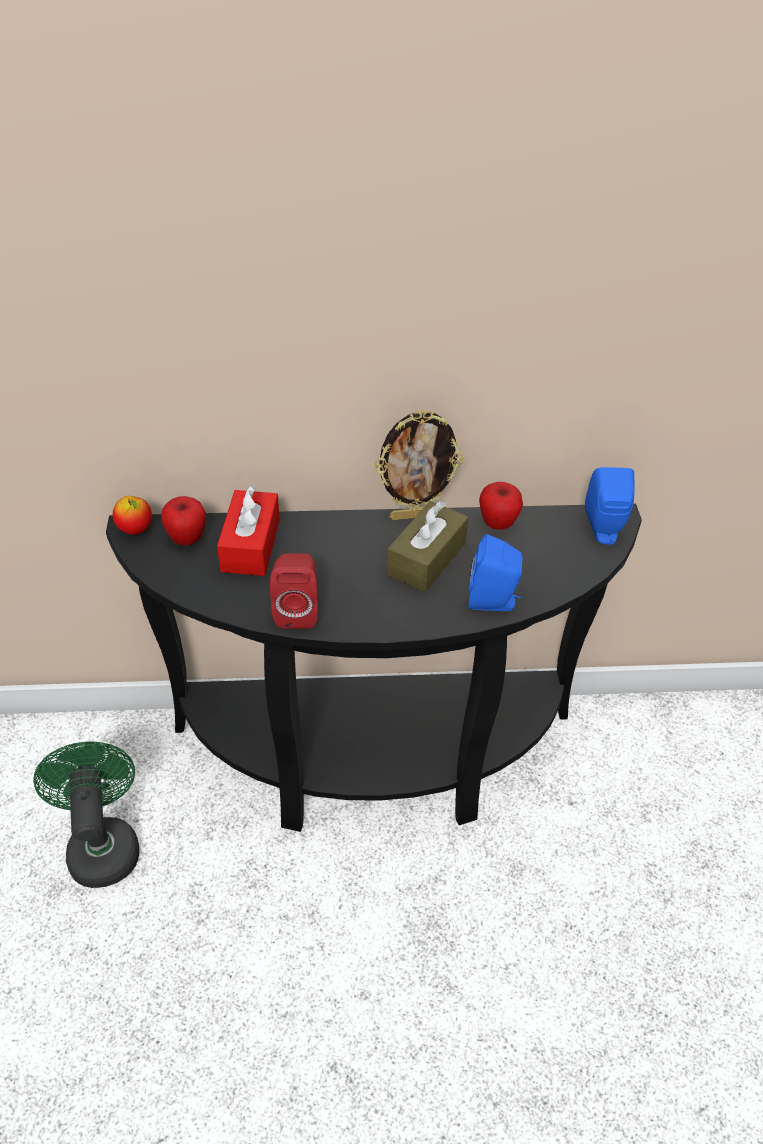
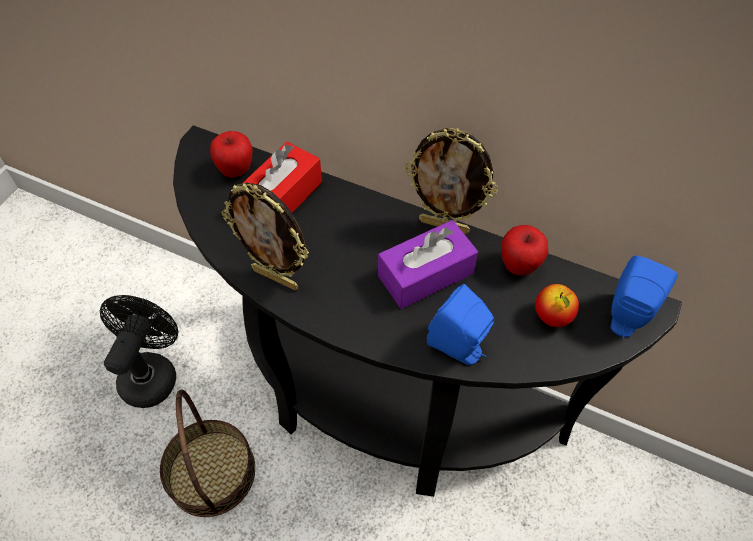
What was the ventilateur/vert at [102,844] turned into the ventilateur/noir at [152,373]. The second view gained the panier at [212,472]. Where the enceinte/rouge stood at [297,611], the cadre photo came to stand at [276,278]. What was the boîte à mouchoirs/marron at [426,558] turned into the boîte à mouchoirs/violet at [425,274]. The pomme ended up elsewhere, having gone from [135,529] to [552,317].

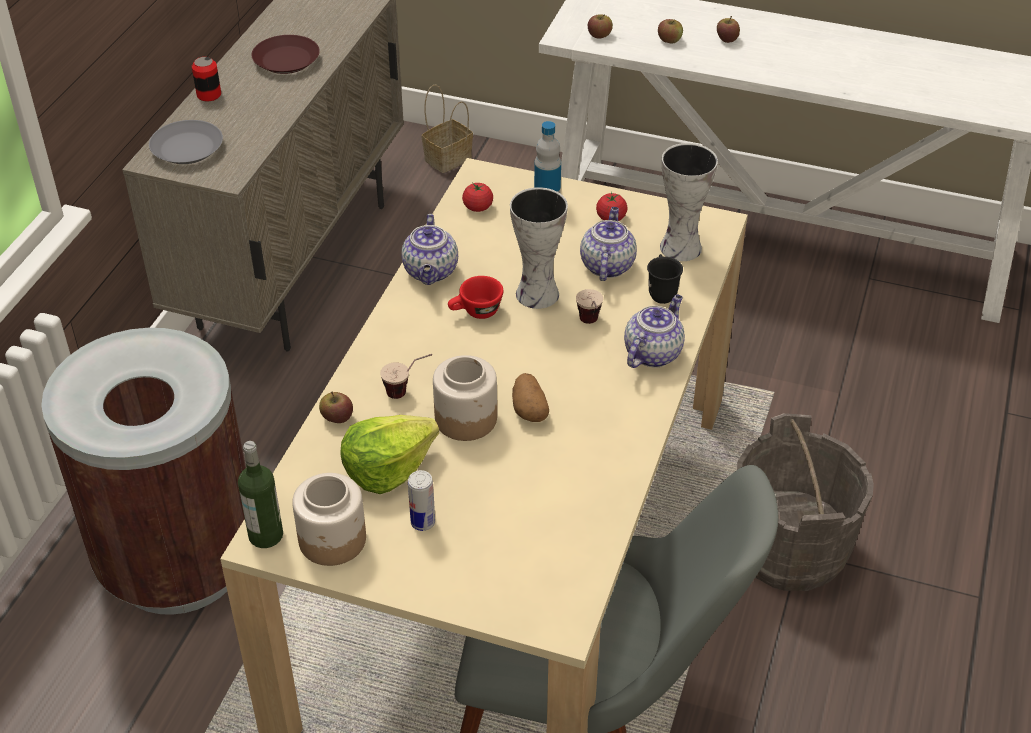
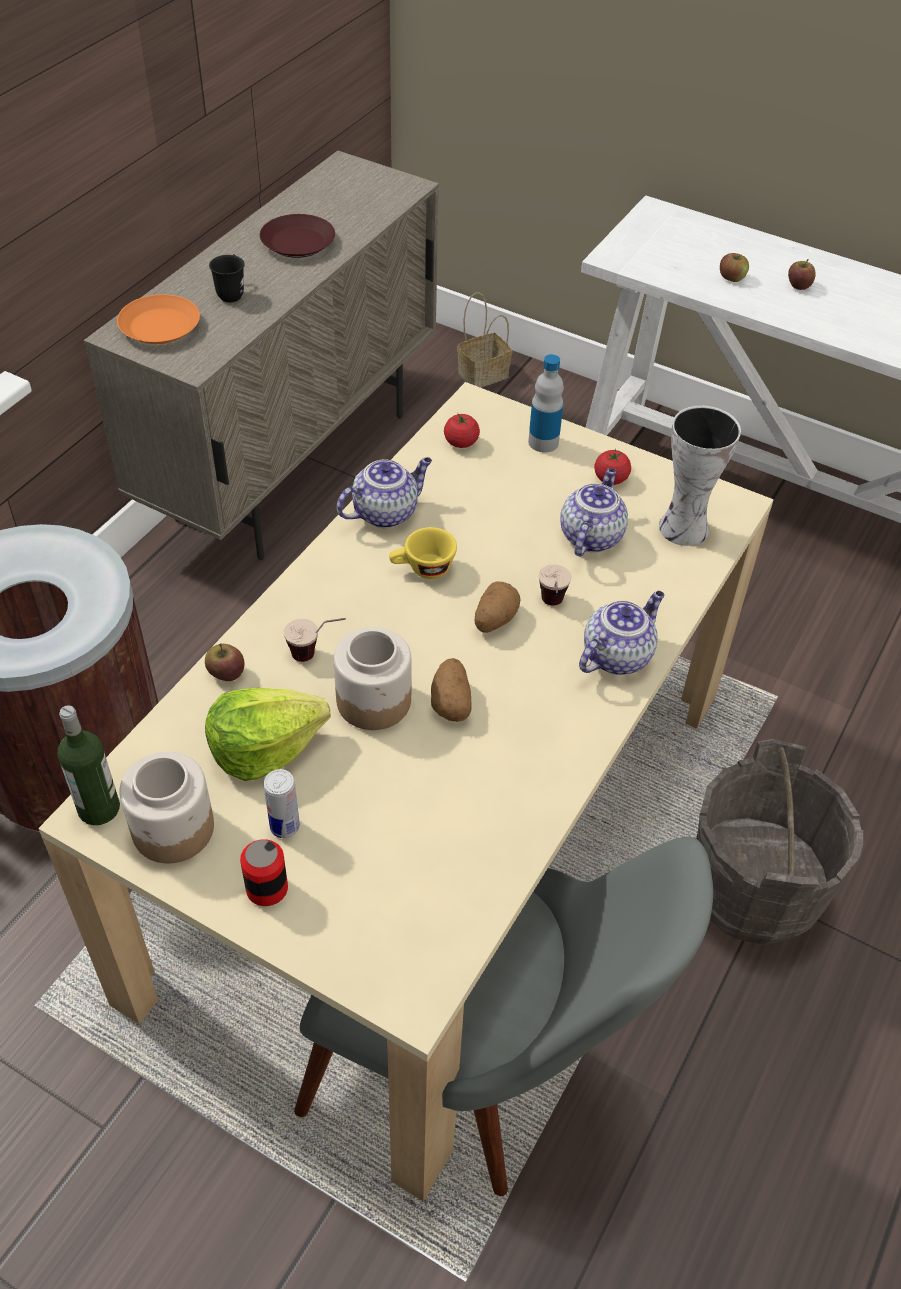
What was the assiette/gris at [186,149] turned into the assiette/orange at [159,327]. The mug/noir ended up elsewhere, having gone from [661,292] to [232,292]. The boîte métallique ended up elsewhere, having gone from [209,95] to [267,888]. The théière at [431,272] ended up facing another way, 135 degrees counterclockwise from before. What was the tasse/rouge at [475,312] turned into the tasse/jaune at [422,569]. The second view gained the pomme de terre at [494,619]. The second view lost the vase at [535,294]. The second view lost the pomme at [599,35].

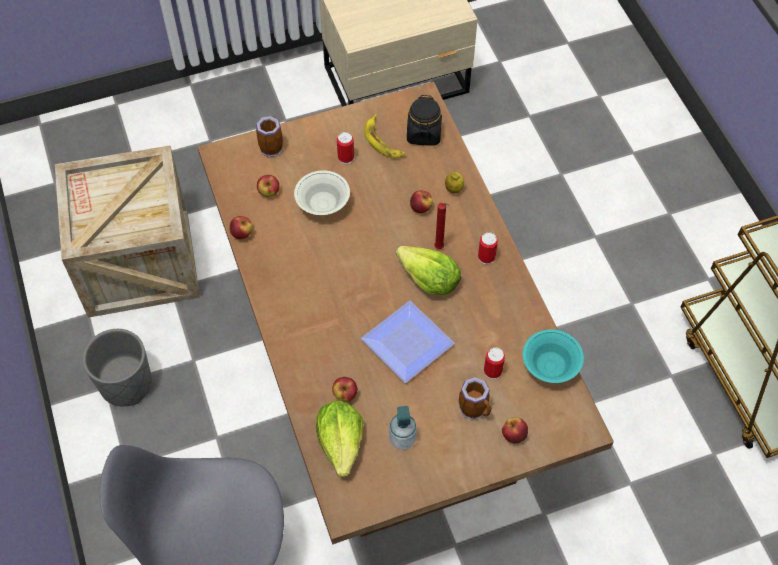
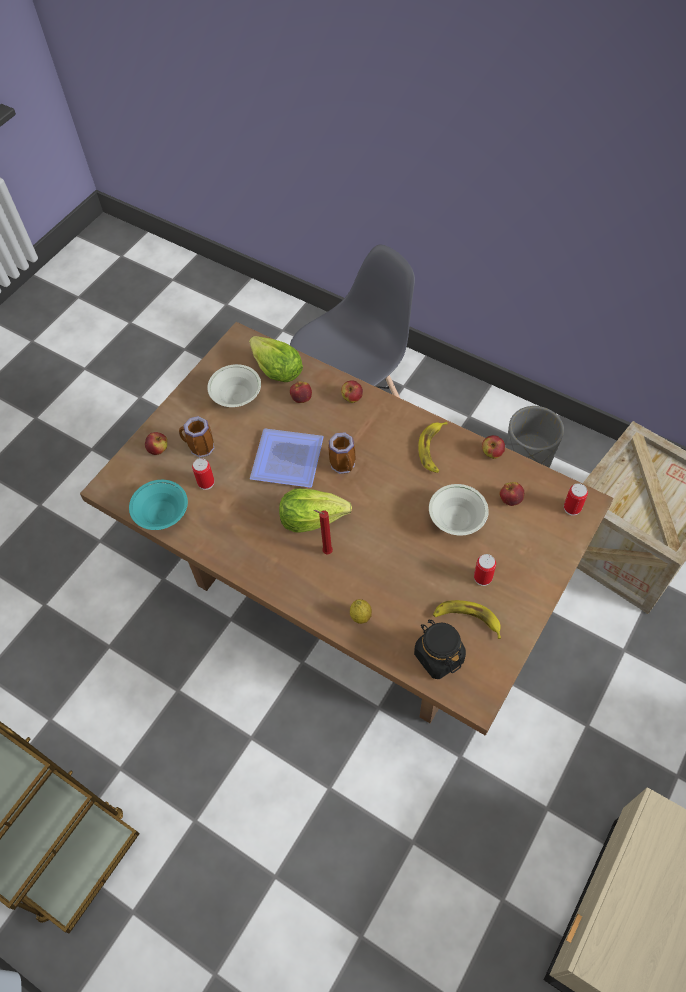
Where the distributeur de savon stood at [402,439], the bol/blanc came to stand at [237,398]. The mug ended up elsewhere, having gone from [271,146] to [344,466]. The pomme ended up elsewhere, having gone from [421,208] to [352,398]. The second view gained the banane at [433,449]. The boîte métallique ended up elsewhere, having gone from [486,257] to [572,508].

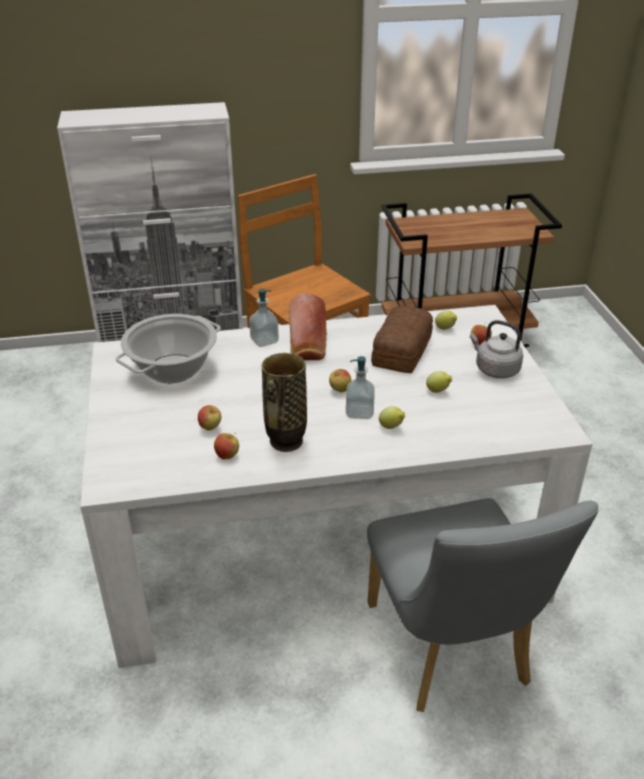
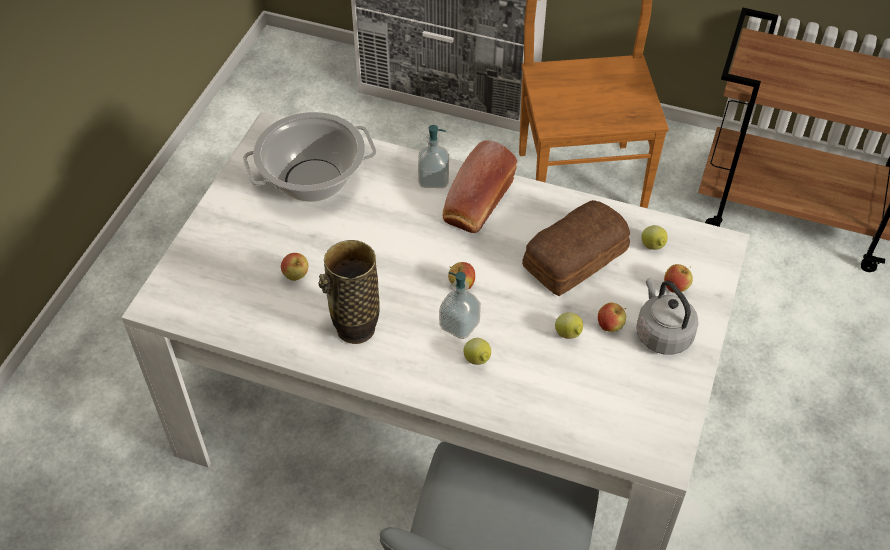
The pomme ended up elsewhere, having gone from [227,456] to [610,326].

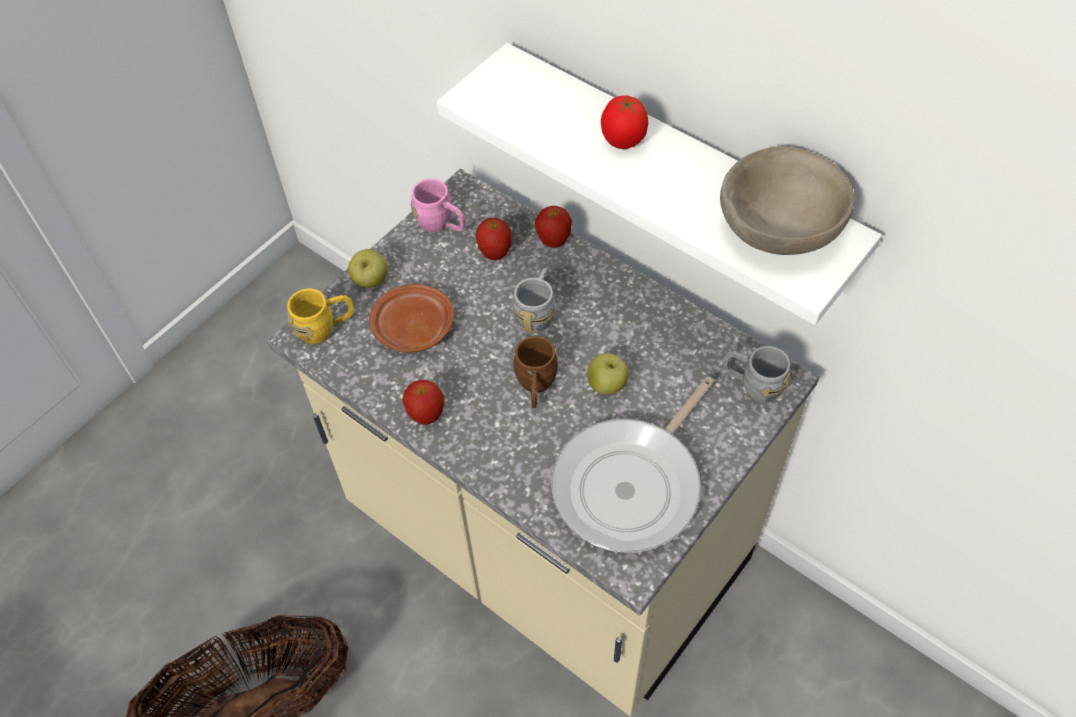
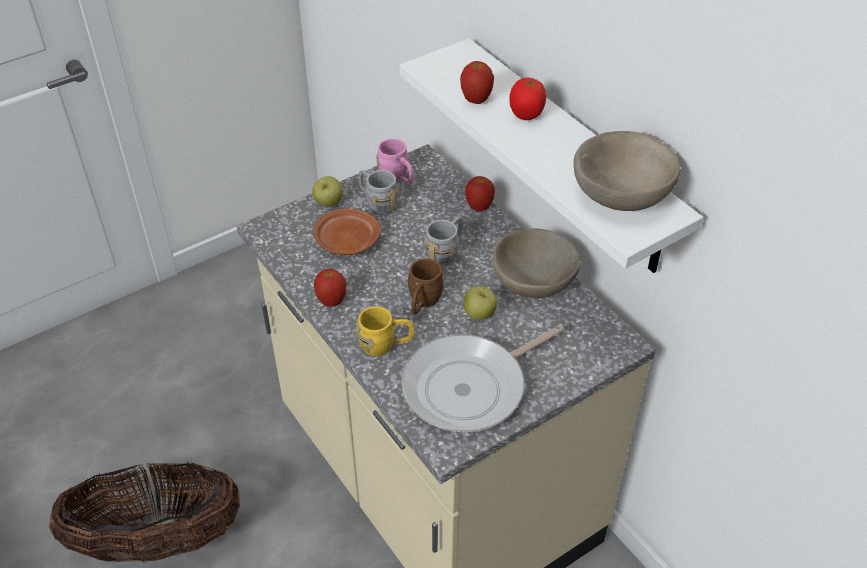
The mug/jaune ended up elsewhere, having gone from [325,328] to [385,345]. The mug/gris ended up elsewhere, having gone from [752,385] to [377,203]. The pomme ended up elsewhere, having gone from [495,254] to [476,100]. The second view gained the bol/beige at [533,284].

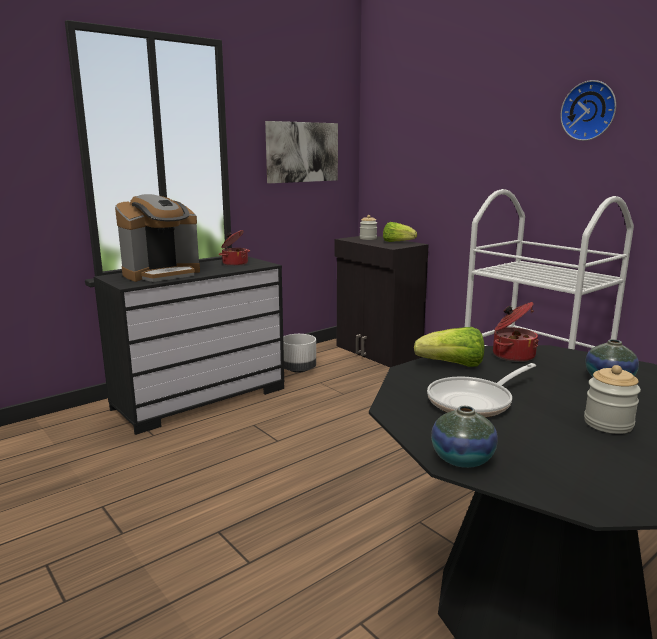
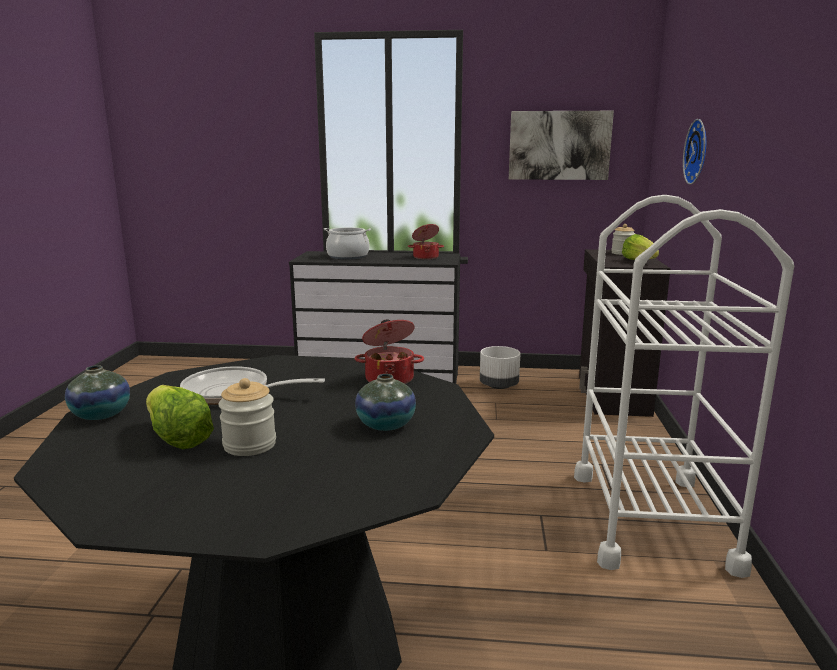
The laitue ended up elsewhere, having gone from [452,365] to [177,438]. Where the machine à café stood at [162,274], the marmite came to stand at [348,256]. The horloge murale ended up elsewhere, having gone from [589,111] to [699,152].

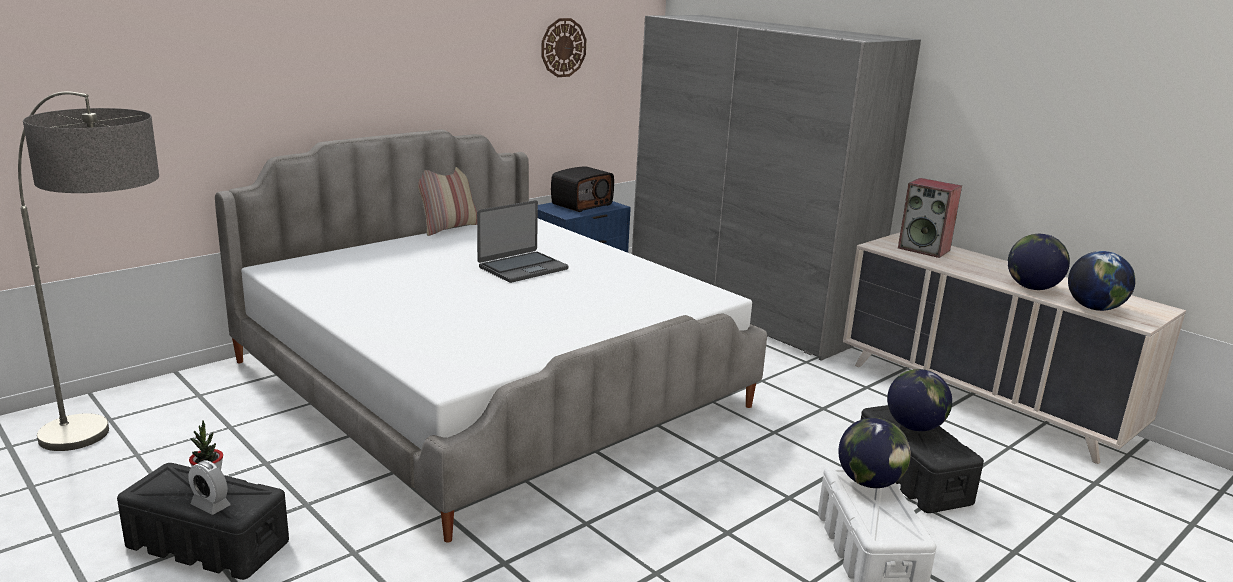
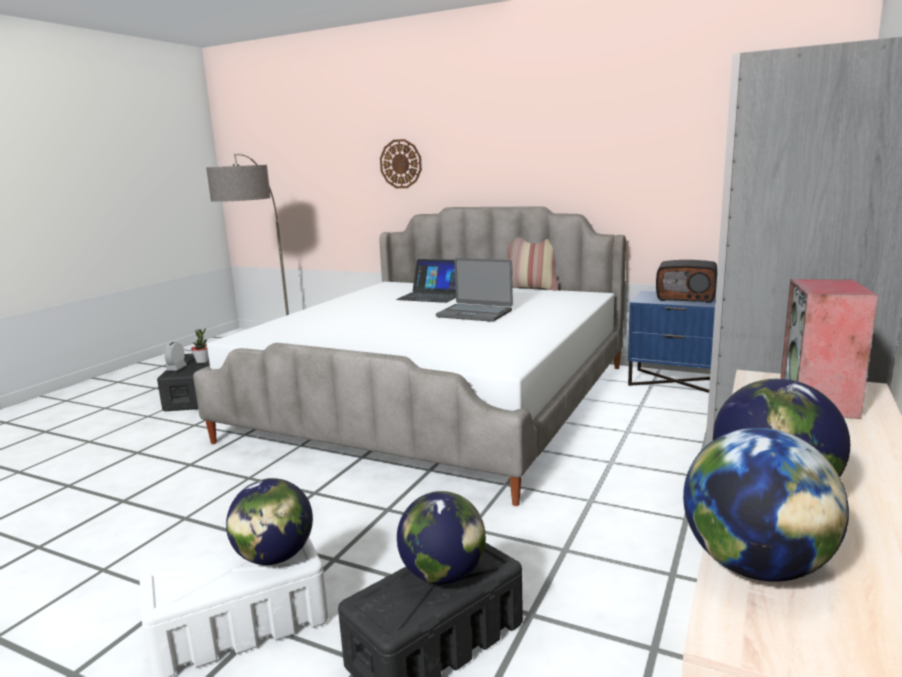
The horloge murale ended up elsewhere, having gone from [563,47] to [401,164]. The second view gained the ordinateur portable at [432,296].

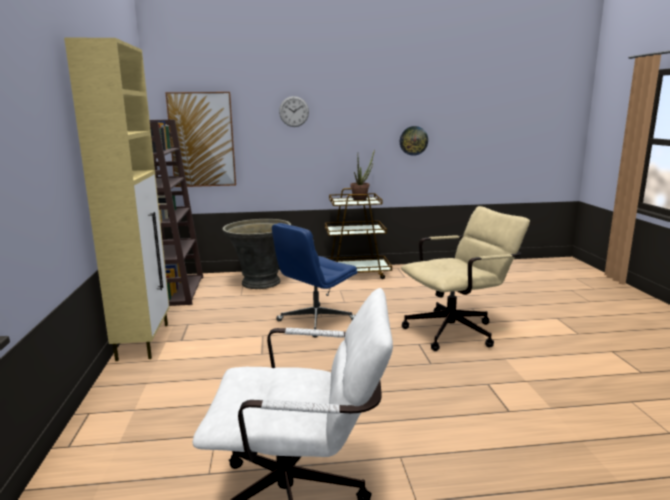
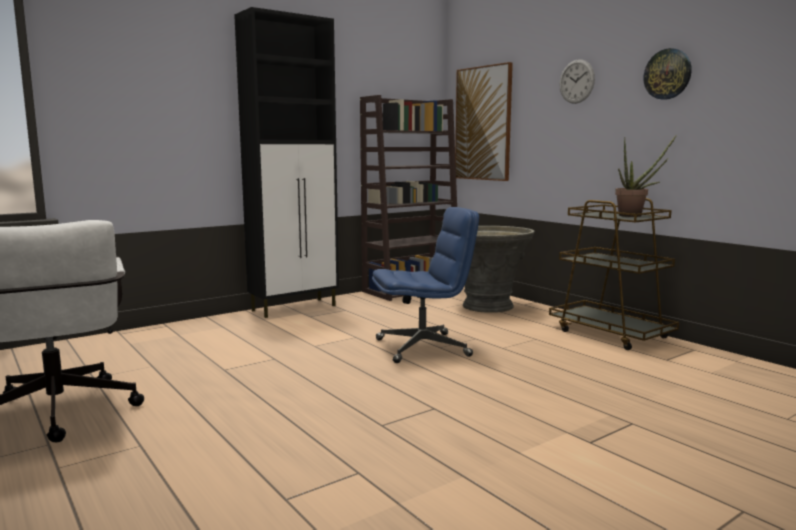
What was the meuble de rangement/beige at [144,341] turned into the meuble de rangement/noir at [295,308]. The chaise de bureau/bleu at [315,321] ended up facing another way, 150 degrees clockwise from before. The horloge murale ended up elsewhere, having gone from [413,140] to [667,74]. The second view lost the chaise de bureau/beige at [457,331].

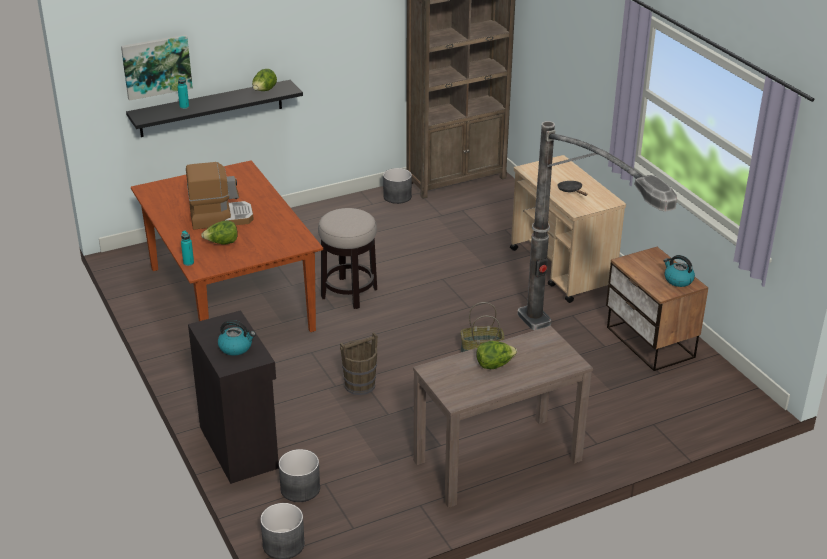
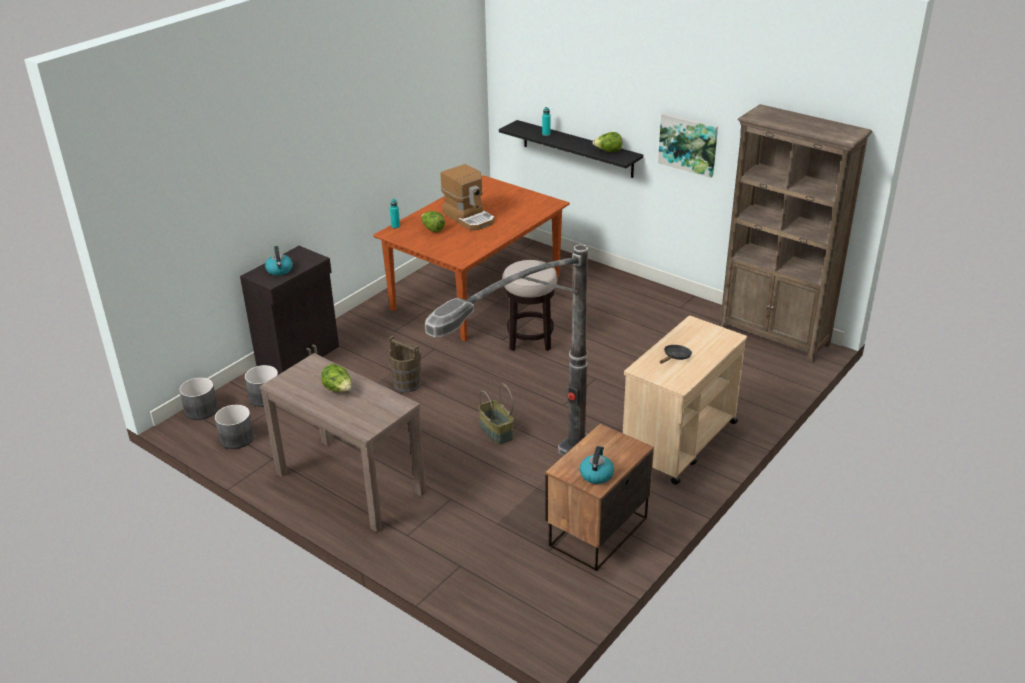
The cache-pot/gris ended up elsewhere, having gone from [397,197] to [236,438]. The tableau ended up elsewhere, having gone from [156,66] to [688,144].

